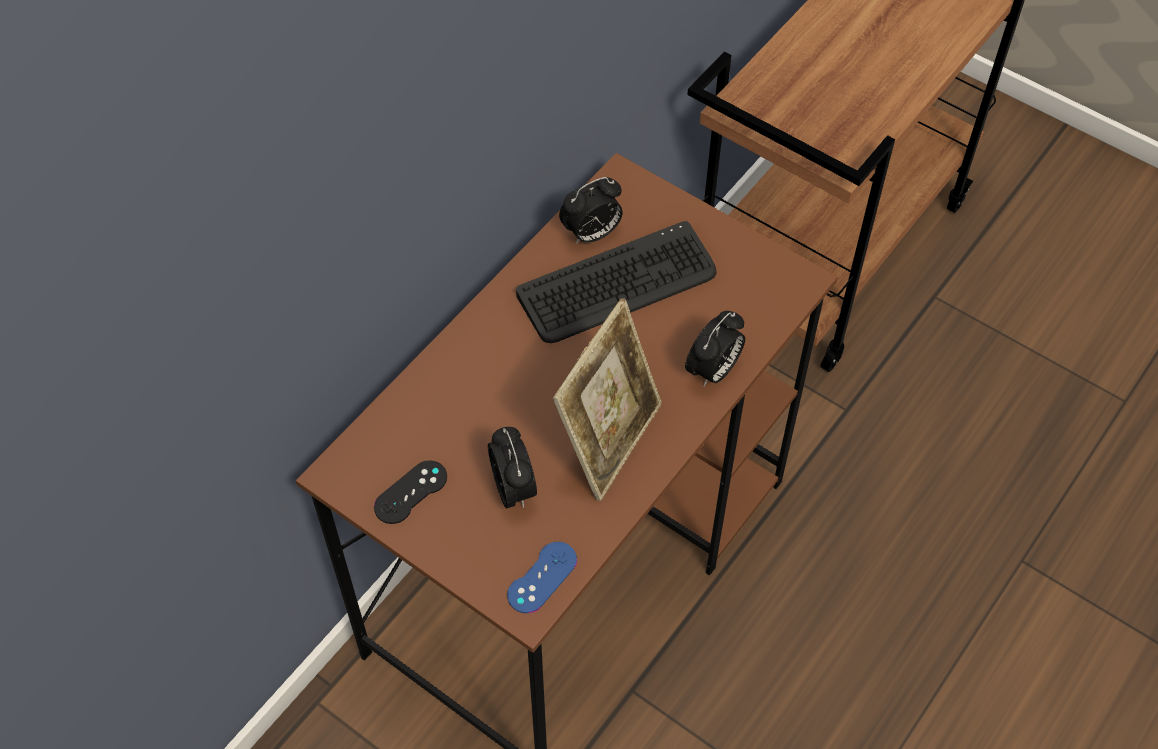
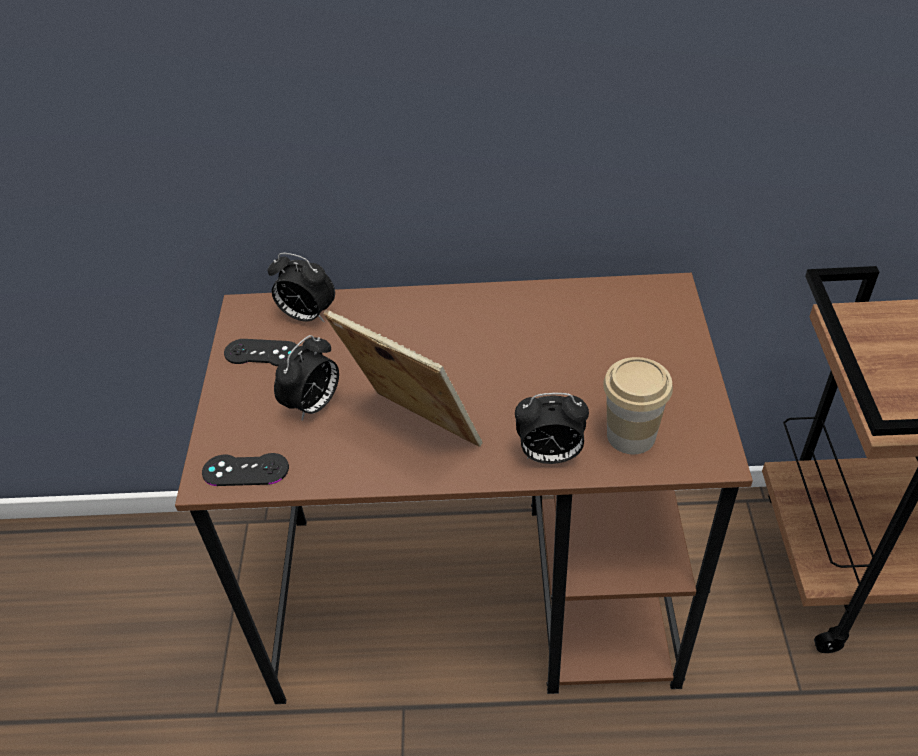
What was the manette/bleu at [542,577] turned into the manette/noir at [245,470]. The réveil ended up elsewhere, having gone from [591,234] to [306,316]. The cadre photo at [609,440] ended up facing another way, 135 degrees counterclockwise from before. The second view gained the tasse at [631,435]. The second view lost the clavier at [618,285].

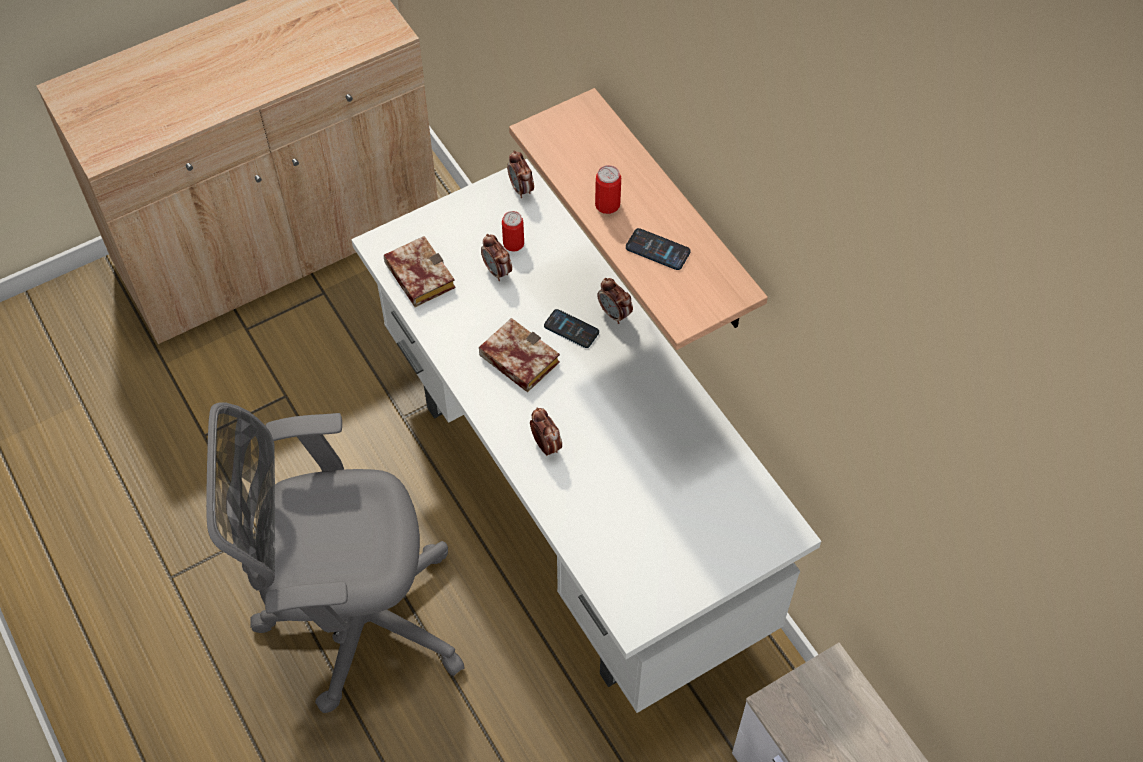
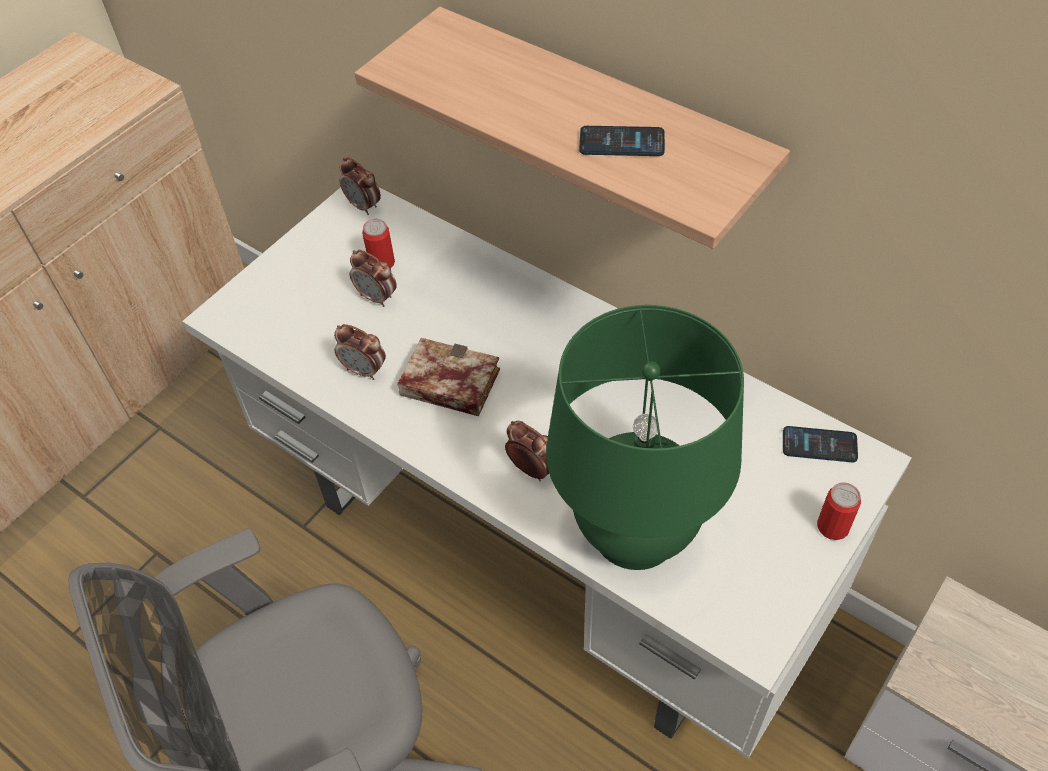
The réveil ended up elsewhere, having gone from [614,314] to [364,370]. The second view gained the lampe de table/vert at [635,531]. The téléphone ended up elsewhere, having gone from [571,329] to [819,445]. The boîte métallique ended up elsewhere, having gone from [607,204] to [833,526]. The second view lost the livre at [416,275].

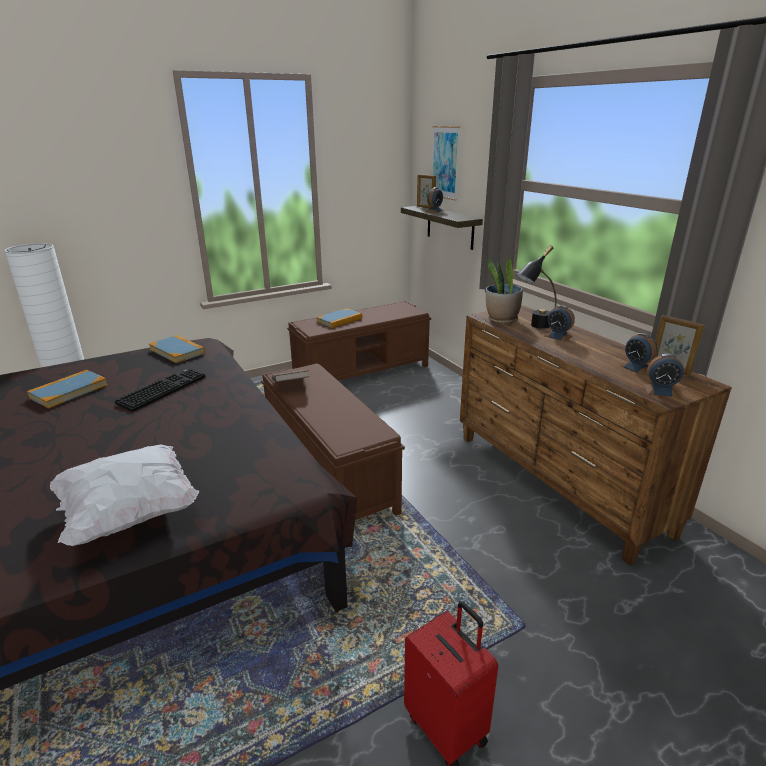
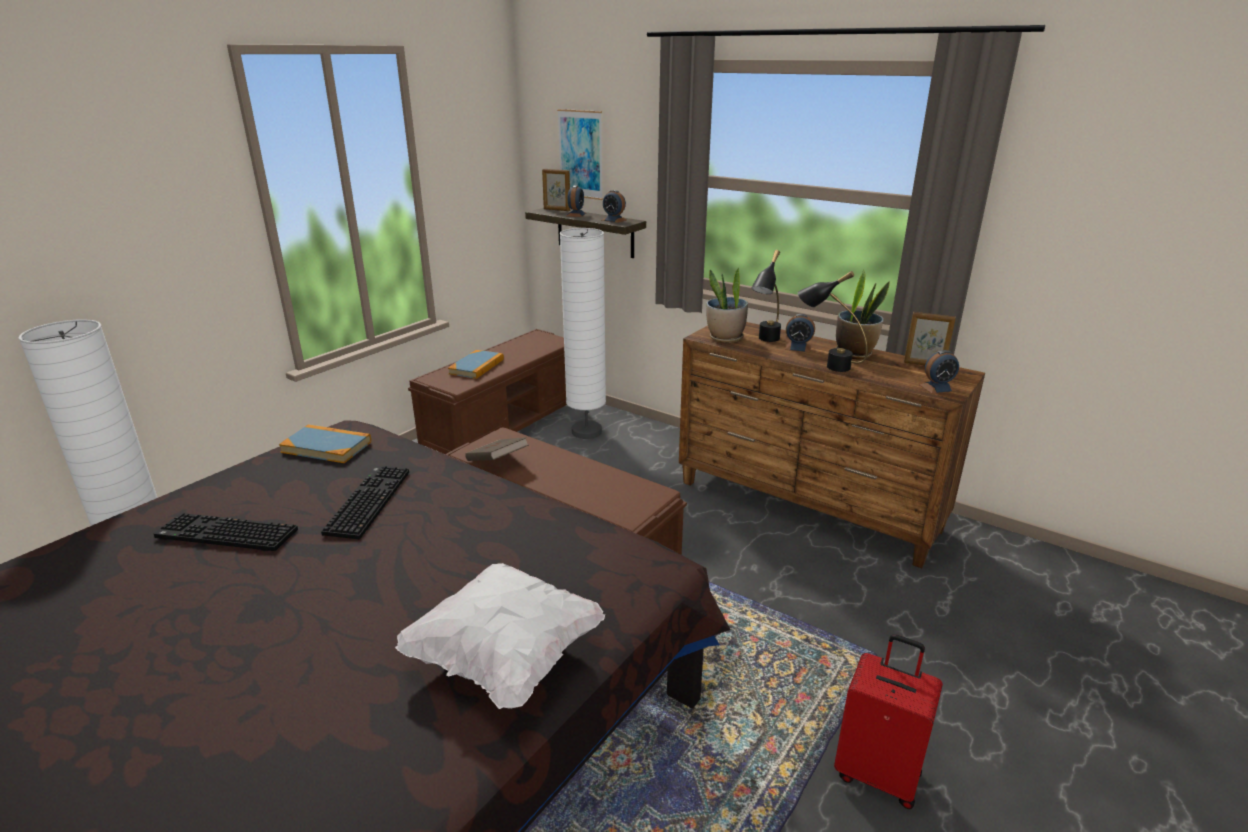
Where the livre stood at [69,391], the clavier came to stand at [224,535]. The second view gained the lampadaire/blanc at [586,432]. The réveil ended up elsewhere, having gone from [637,368] to [614,220]. The second view gained the lampe de table/noir at [827,365]. The second view gained the plante en pot at [854,353].

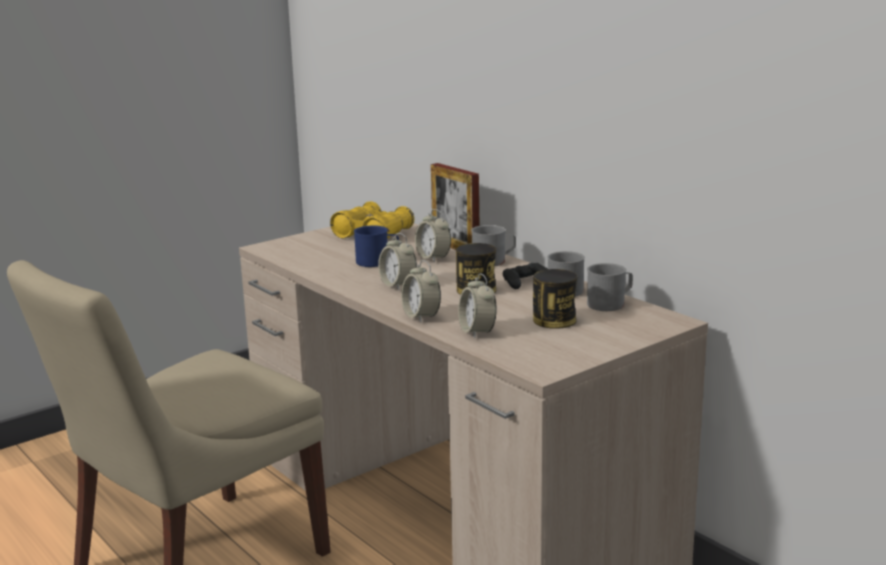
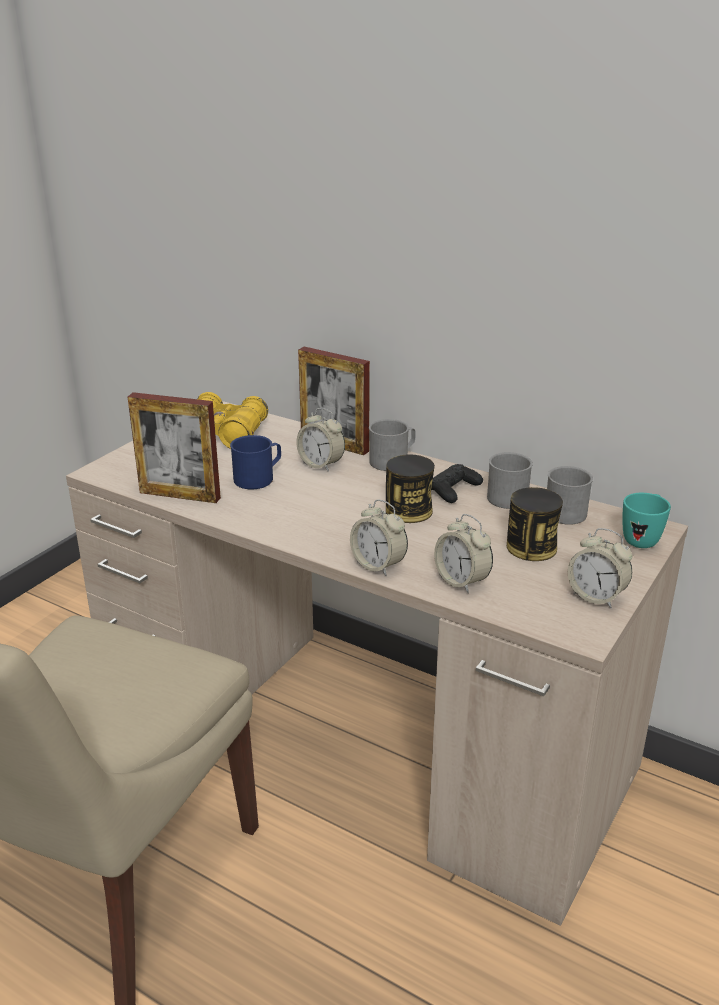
The second view gained the cadre photo at [180,495]. The réveil ended up elsewhere, having gone from [398,285] to [596,596]. The second view gained the mug/turquoise at [643,538].

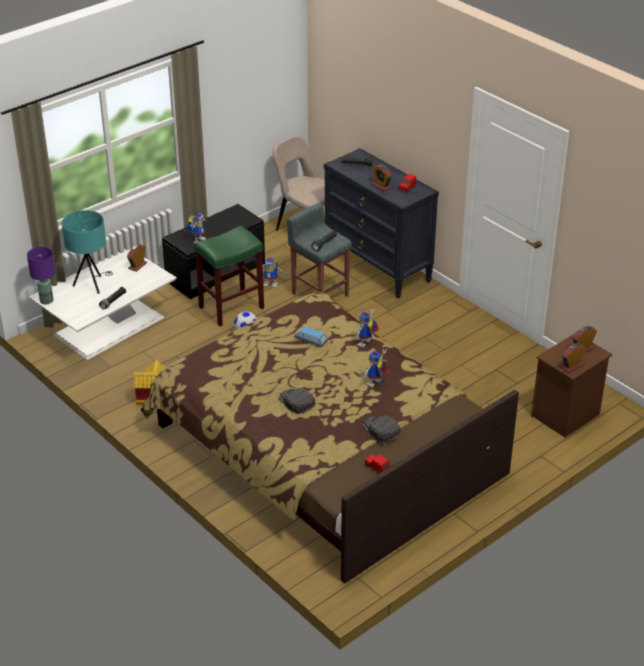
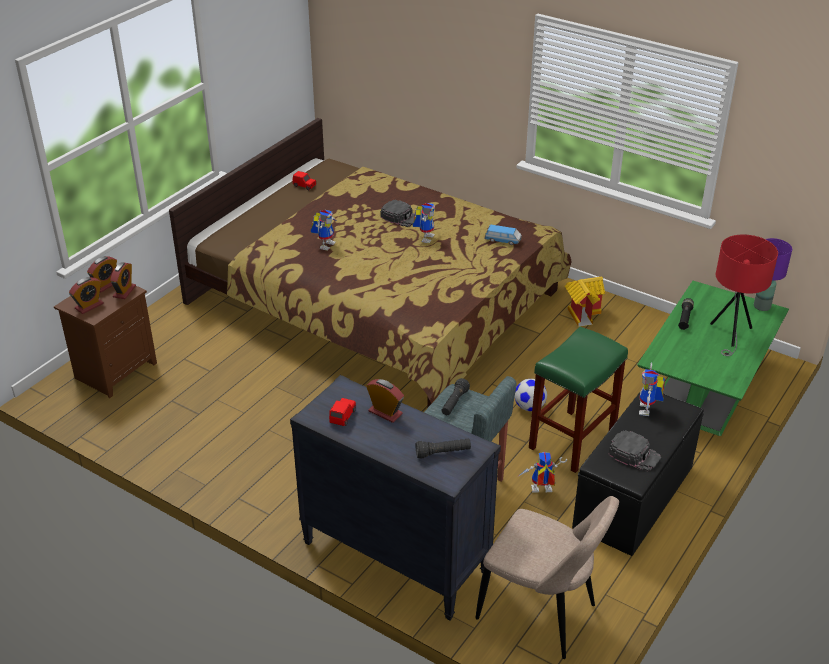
The réveil ended up elsewhere, having gone from [137,266] to [124,291]. The robot jouet ended up elsewhere, having gone from [365,344] to [425,237]. The petite voiture ended up elsewhere, having gone from [310,341] to [502,240]. The casquette/noir ended up elsewhere, having gone from [380,430] to [634,454]. What was the table basse/blanc at [107,327] turned into the table basse/vert at [705,385]. What was the lampe de table/turquoise at [92,284] turned into the lampe de table/rouge at [730,335].

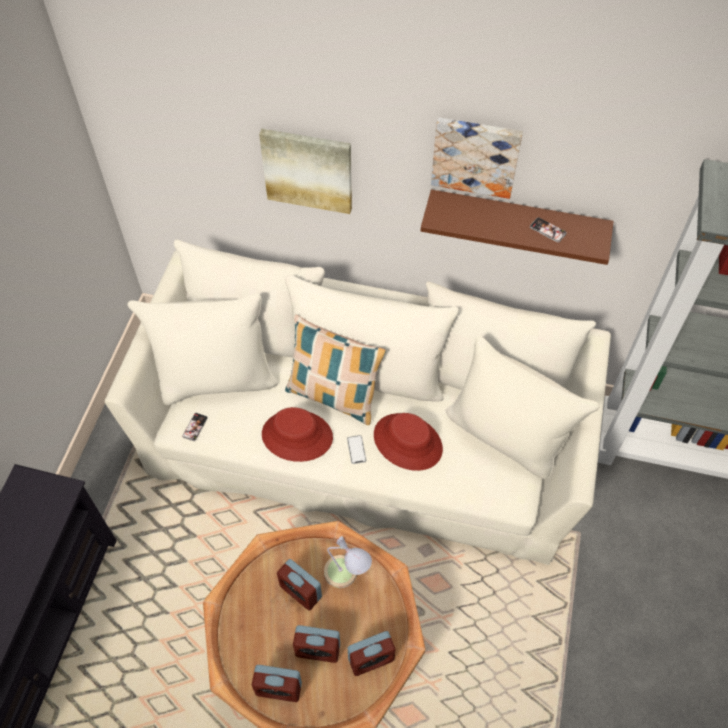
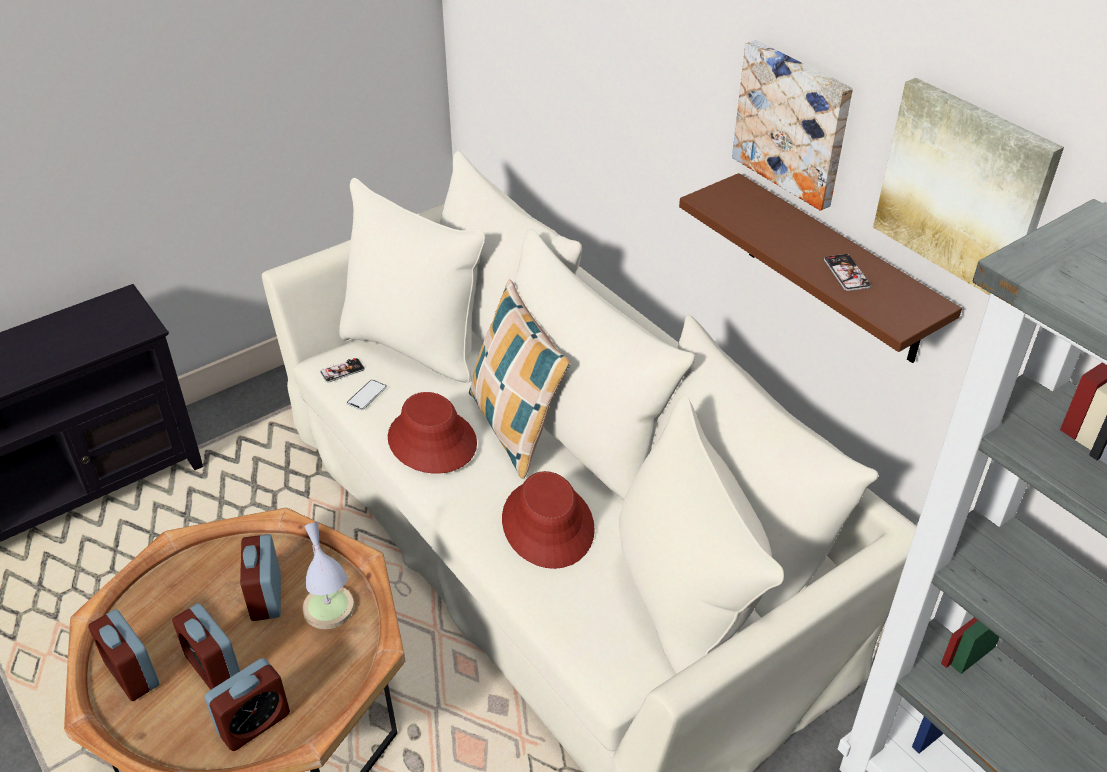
The réveil at [371,659] ended up facing another way, 60 degrees counterclockwise from before. The téléphone ended up elsewhere, having gone from [356,450] to [367,395]. The tableau ended up elsewhere, having gone from [308,169] to [964,188].

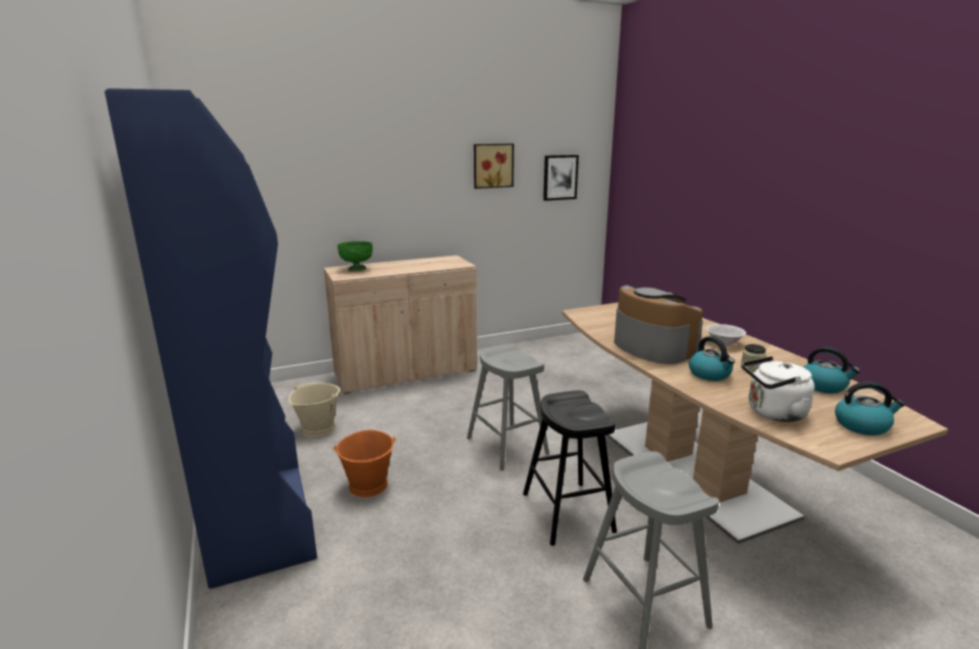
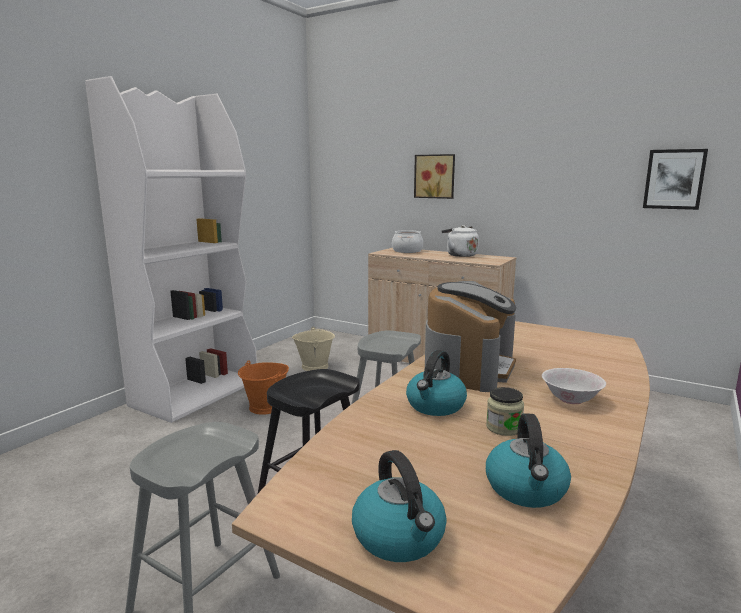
What was the bibliothèque/bleu at [259,521] turned into the bibliothèque/blanc at [196,393]. Where the bol/vert stood at [357,269], the marmite came to stand at [407,251]. The tableau ended up elsewhere, having gone from [492,165] to [435,176]. The bouilloire/blanc ended up elsewhere, having gone from [773,413] to [460,255].

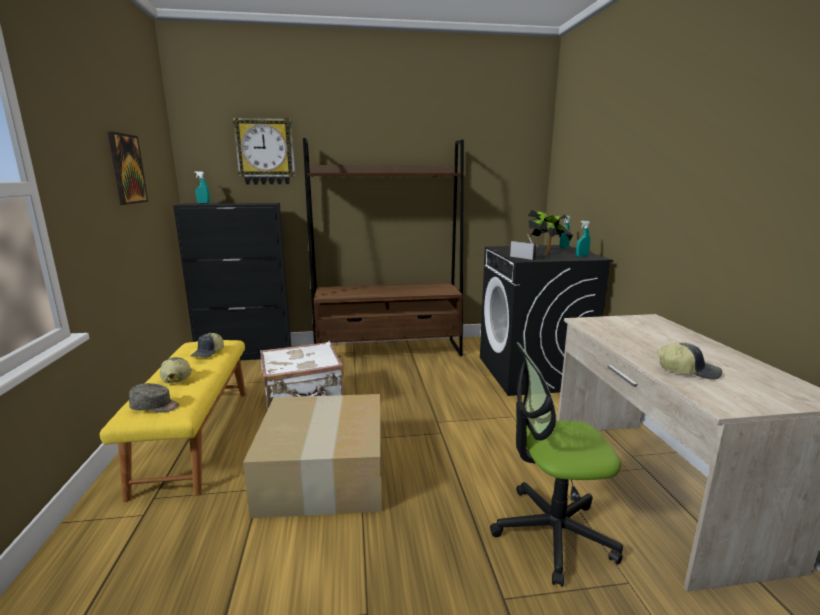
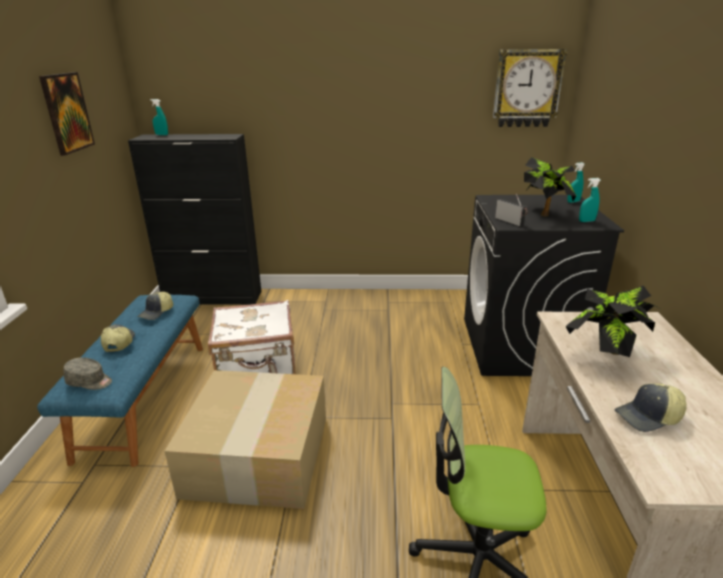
What was the banc/jaune at [195,437] turned into the banc/bleu at [144,397]. The horloge murale ended up elsewhere, having gone from [265,152] to [527,88]. The second view gained the plante en pot at [606,355]. The casquette at [687,370] ended up facing another way, 135 degrees clockwise from before. The second view lost the bibliothèque/marron at [388,351].

